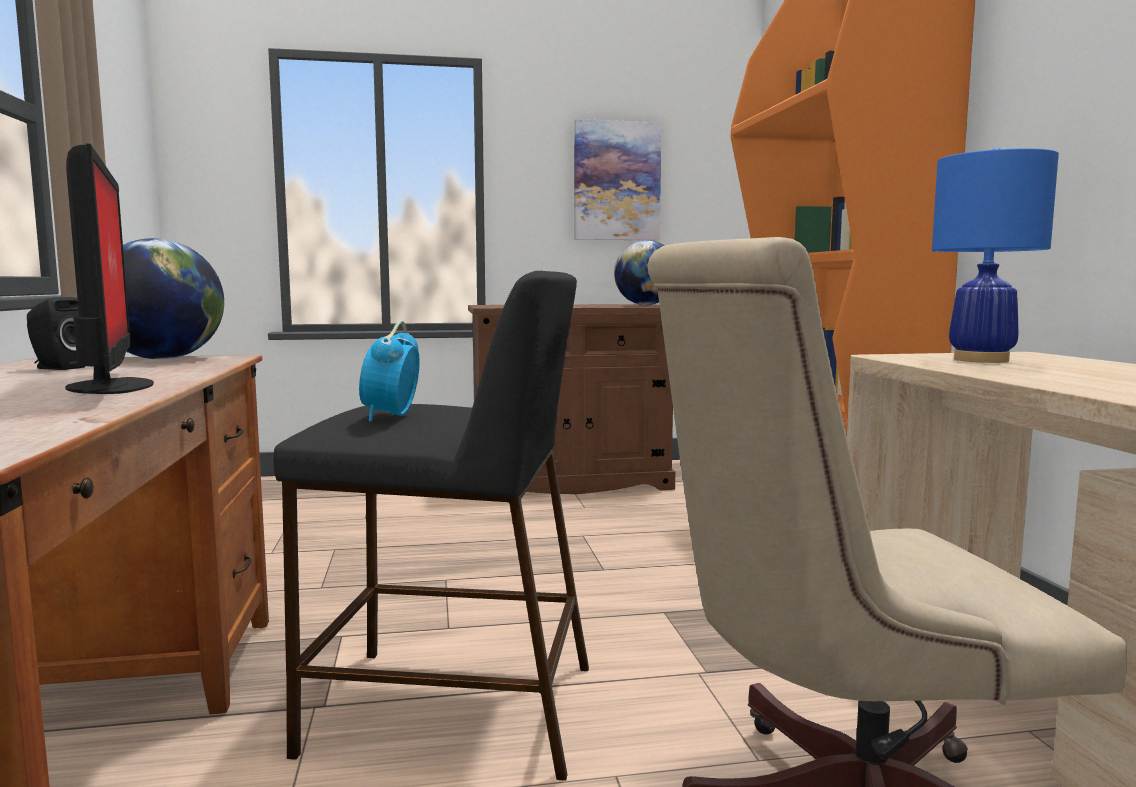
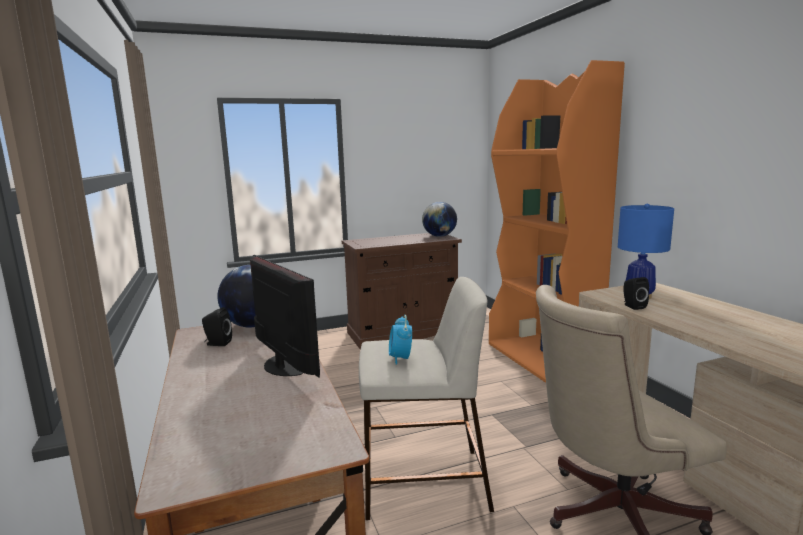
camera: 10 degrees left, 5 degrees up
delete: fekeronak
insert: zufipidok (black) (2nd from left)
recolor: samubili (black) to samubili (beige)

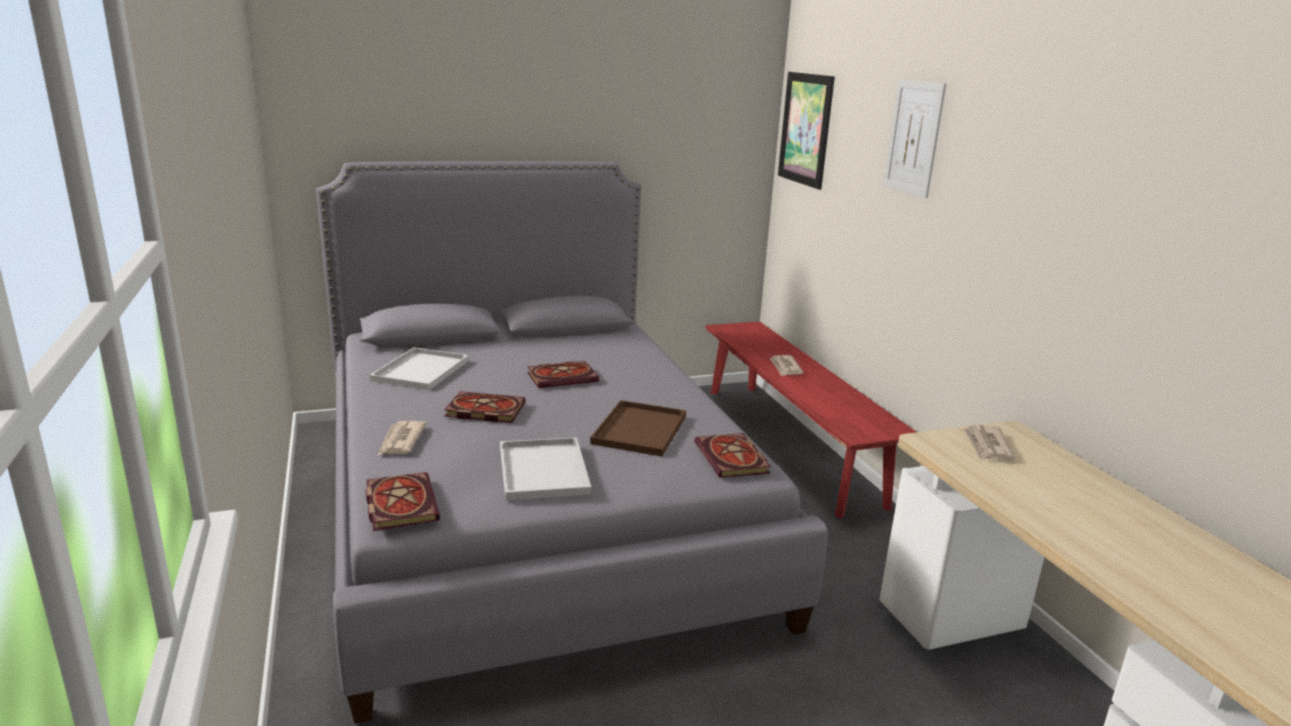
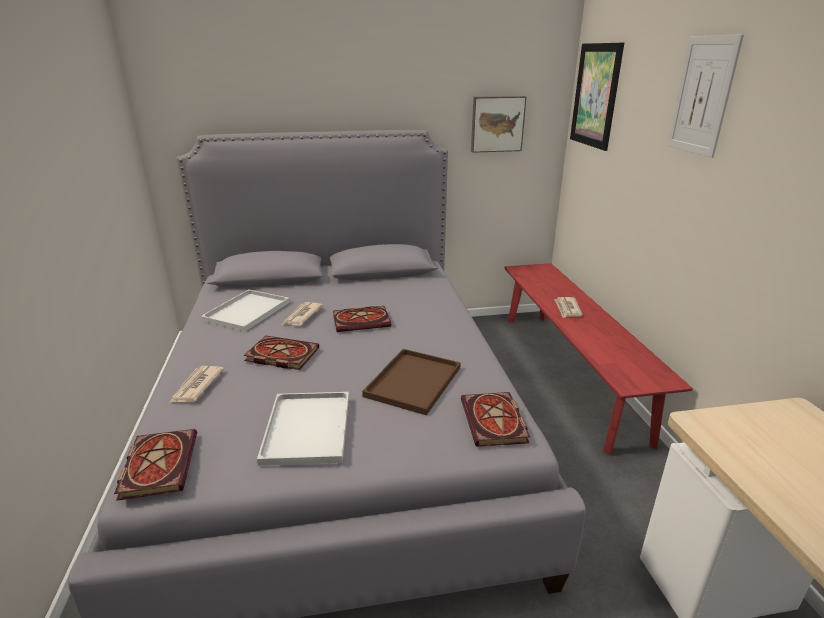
camera: 10 degrees right, 5 degrees up
insert: fekeronak (1st from left)
move: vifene (3rd from left in the first image) to vifene (2nd from left)

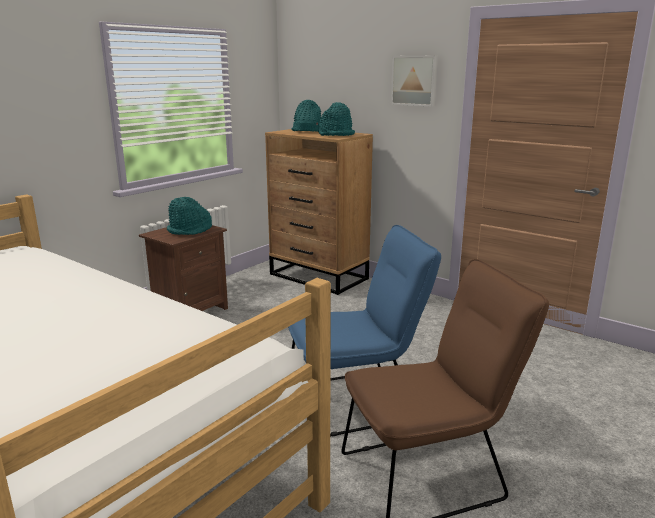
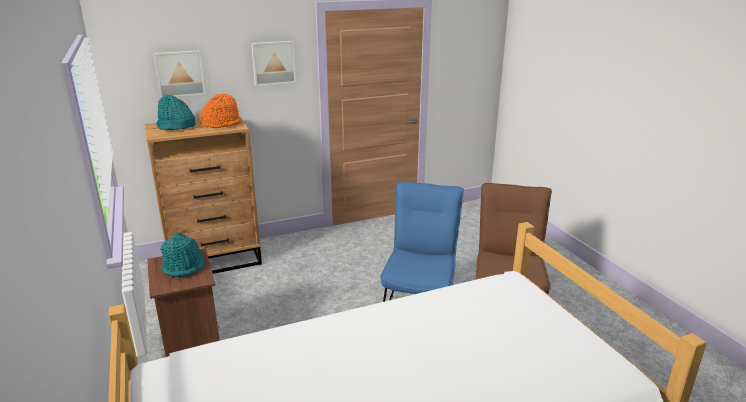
camera: 60 degrees left, 5 degrees up
insert: fekeronak (1st from left)
recolor: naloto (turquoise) (3rd from left) to naloto (orange)

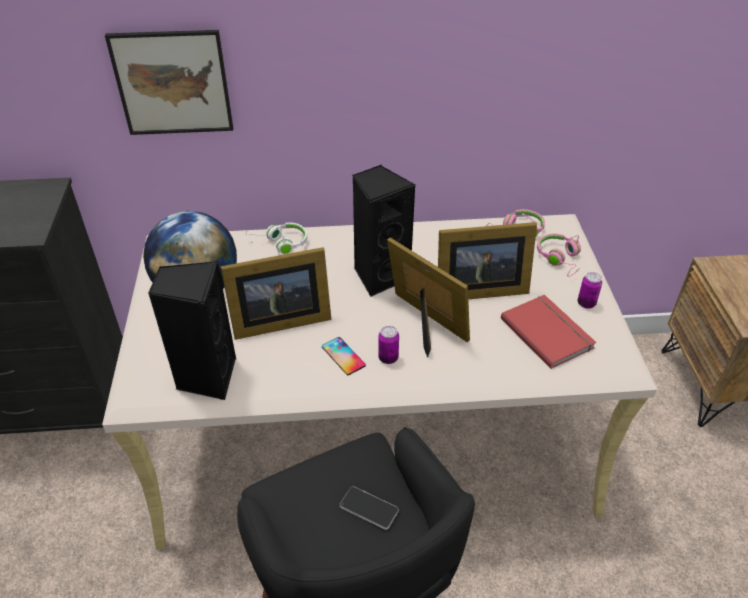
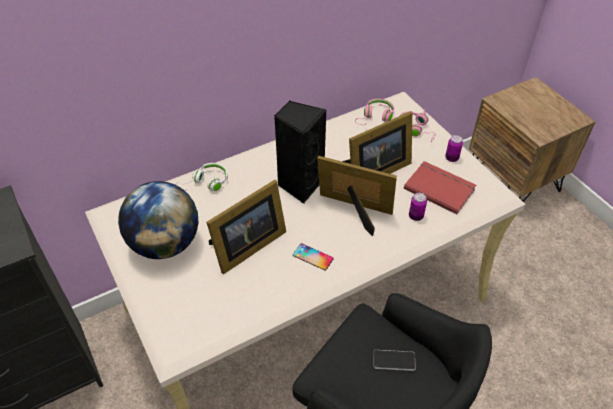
camera: 25 degrees left, 5 degrees up
delete: fekeronak; zufipidok (black) (1st from left)
move: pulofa (1st from left)

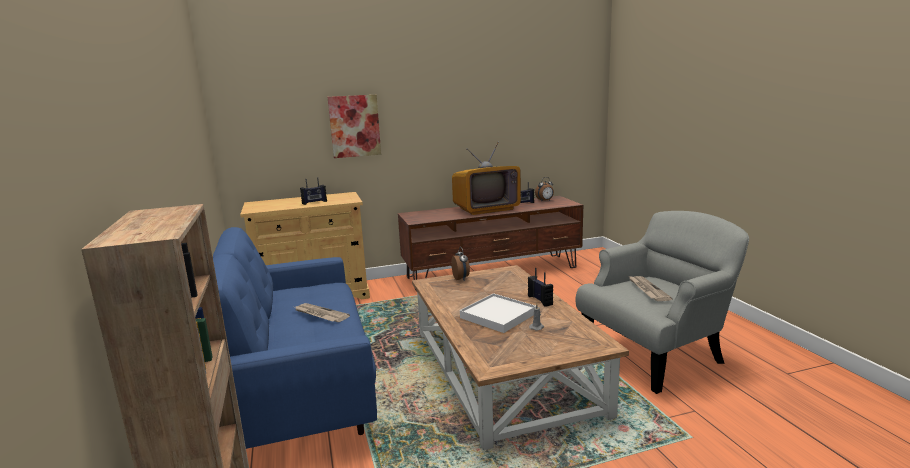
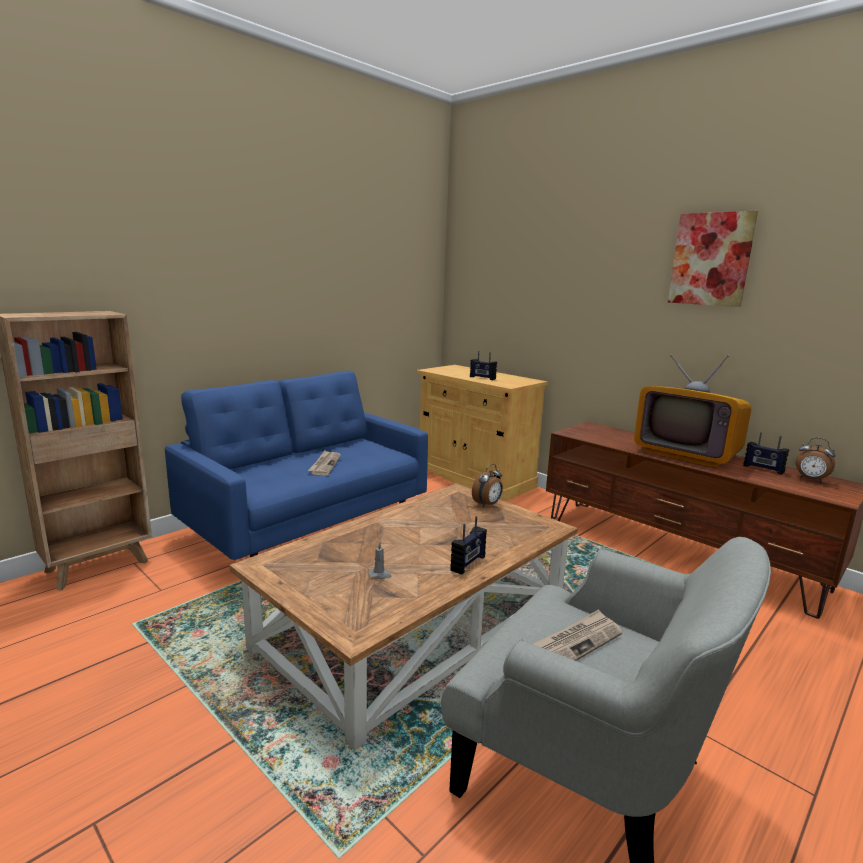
camera: 60 degrees right, 0 degrees up
delete: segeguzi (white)
move: fekeronak

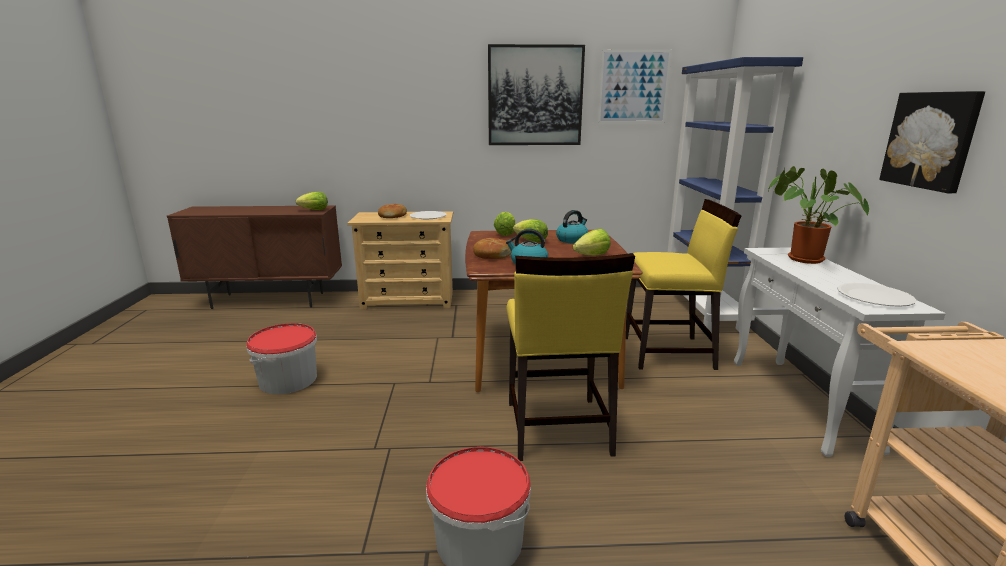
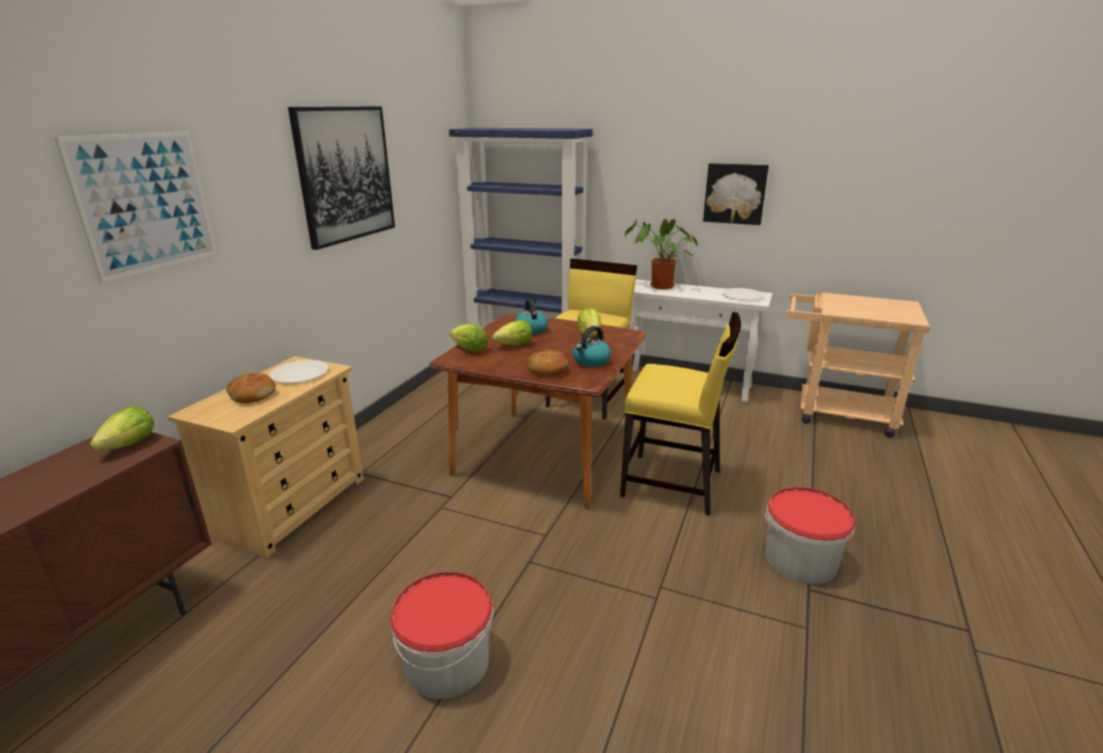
camera: 65 degrees left, 5 degrees up
move: fekeronak (2nd from left in the first image) to fekeronak (1st from left)

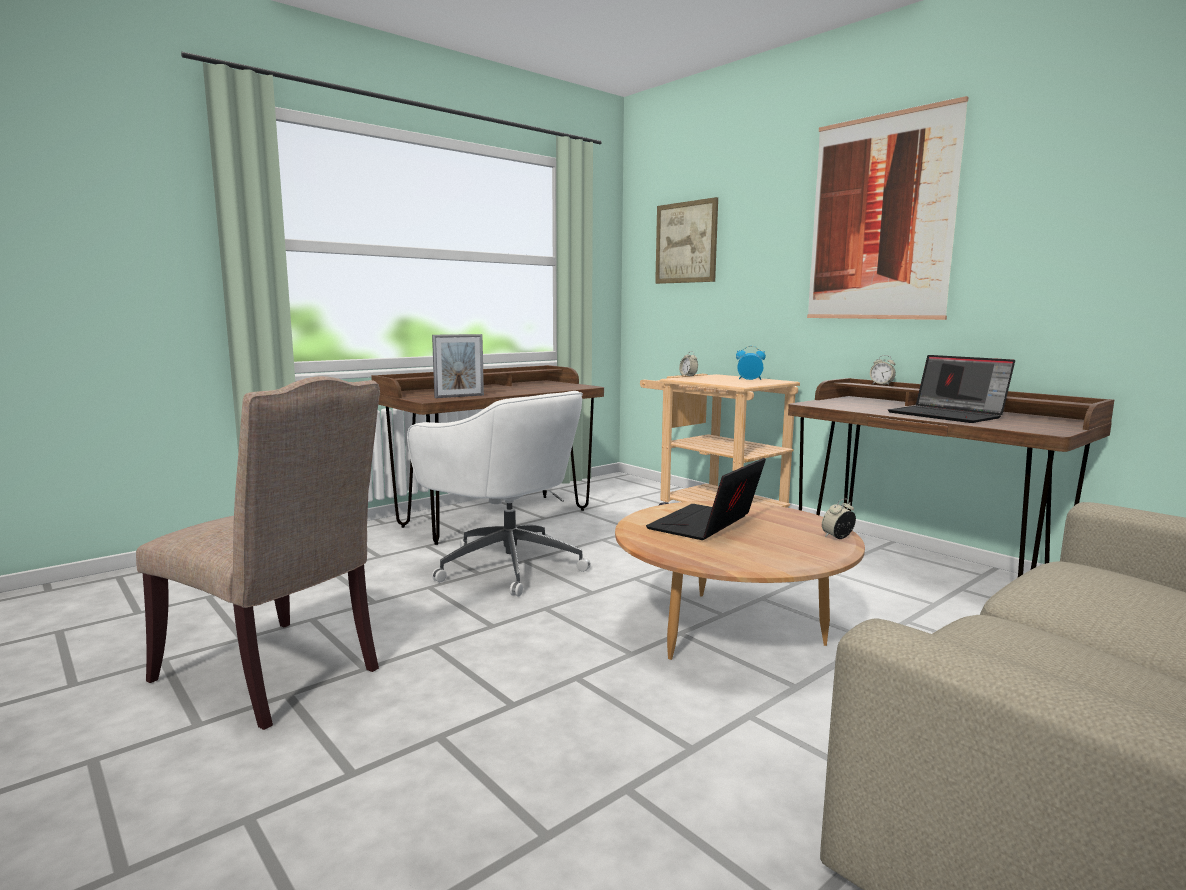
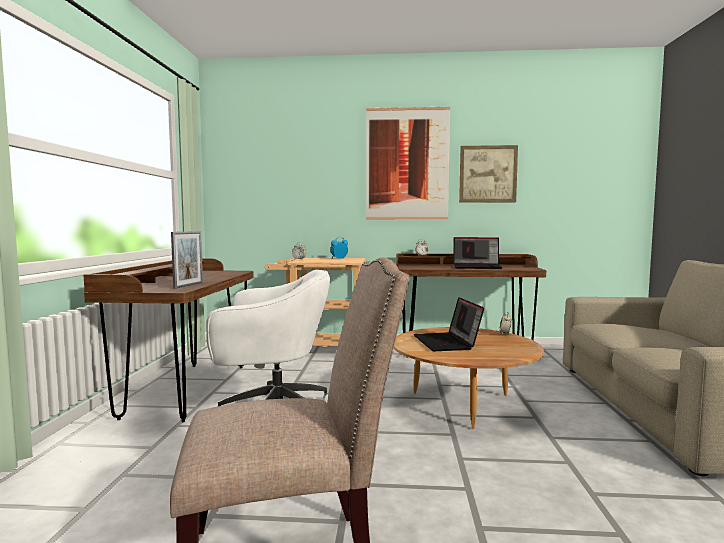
camera: 45 degrees left, 5 degrees down
move: fekeronak (1st from left in the first image) to fekeronak (2nd from left)

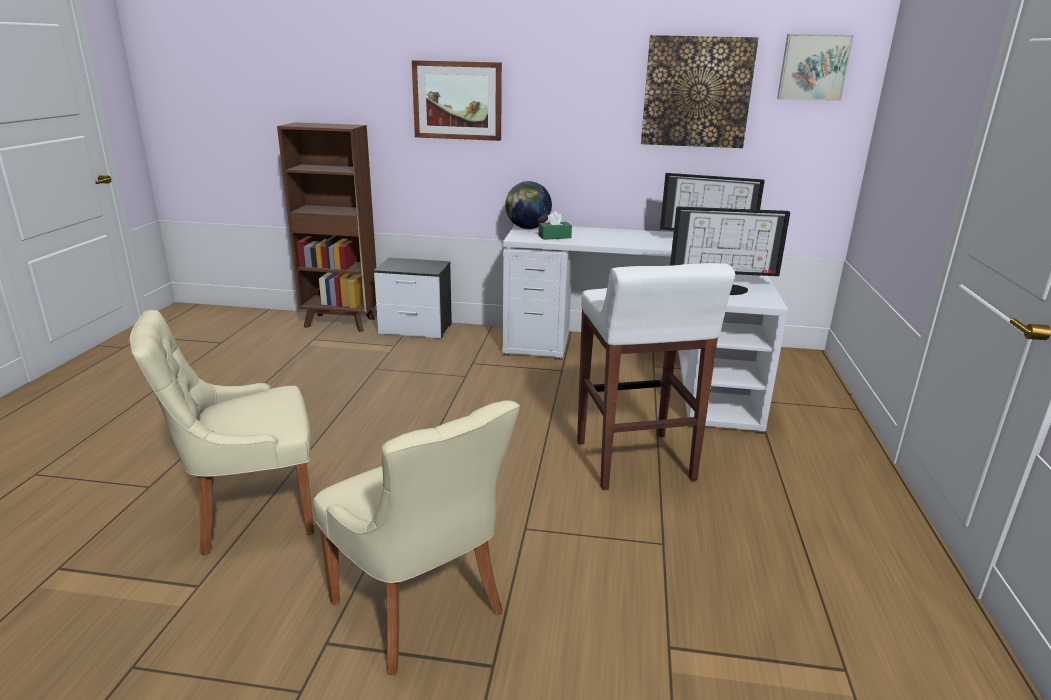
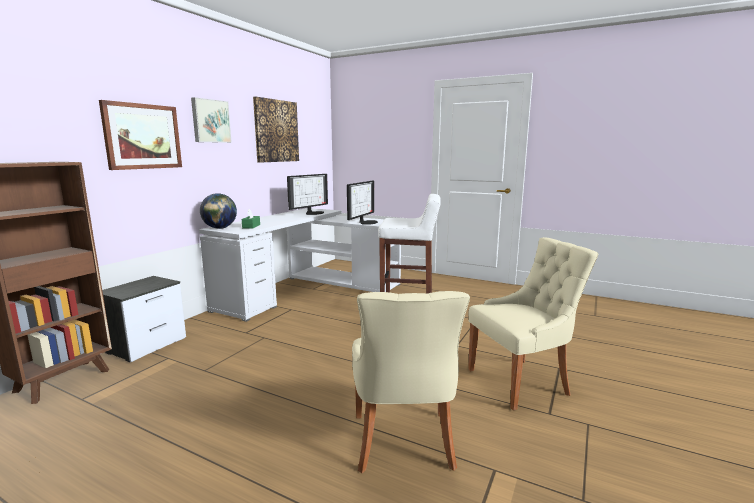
camera: 70 degrees left, 10 degrees down
move: fekeronak (3rd from left in the first image) to fekeronak (2nd from left)

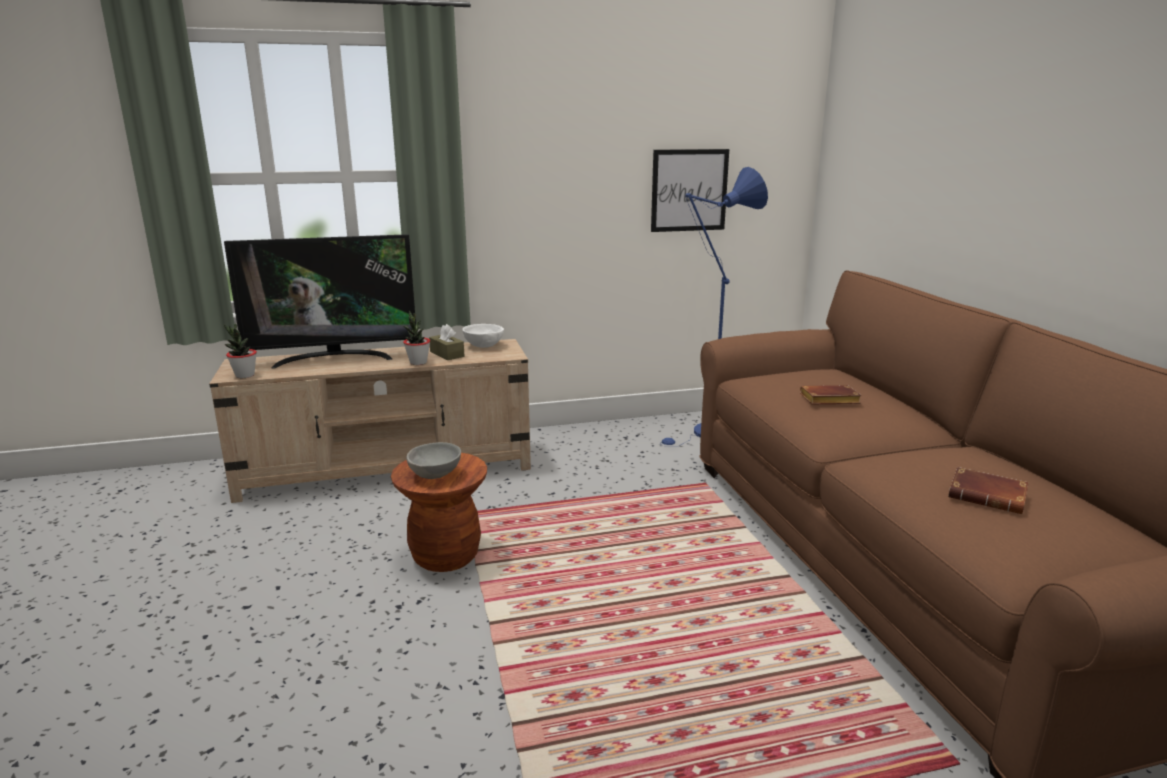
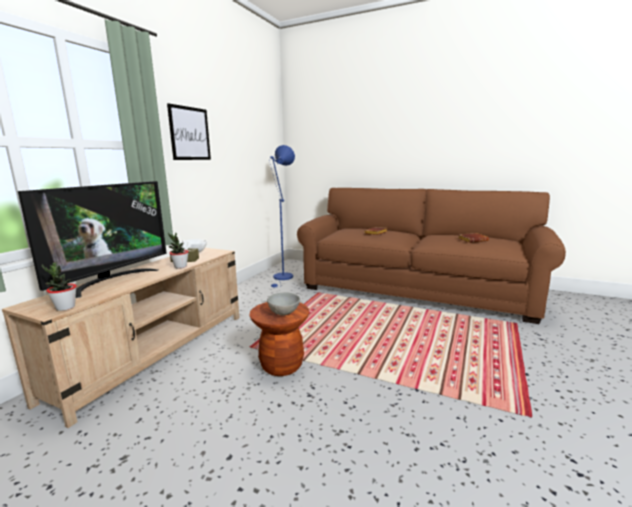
camera: 50 degrees left, 5 degrees down
move: fekeronak

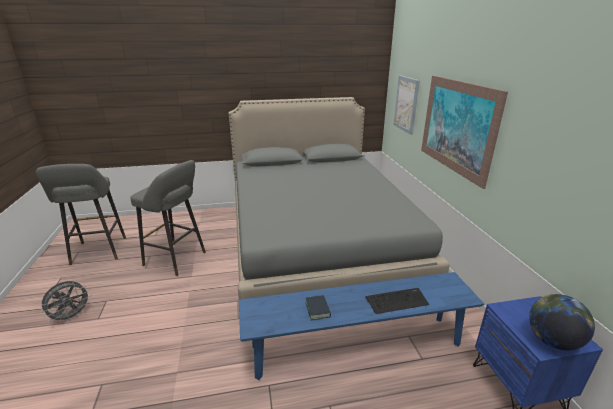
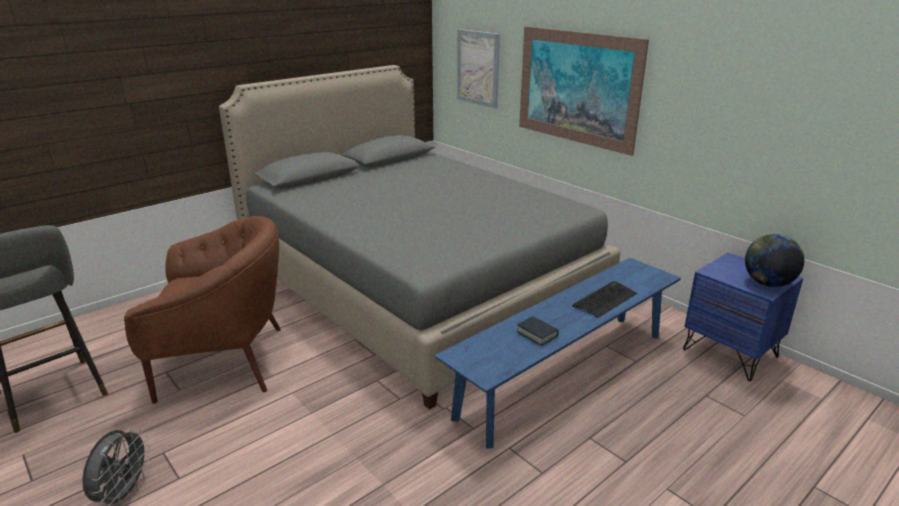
camera: 30 degrees left, 0 degrees up
replace: samubili (grey) (2nd from left) to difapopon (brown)

